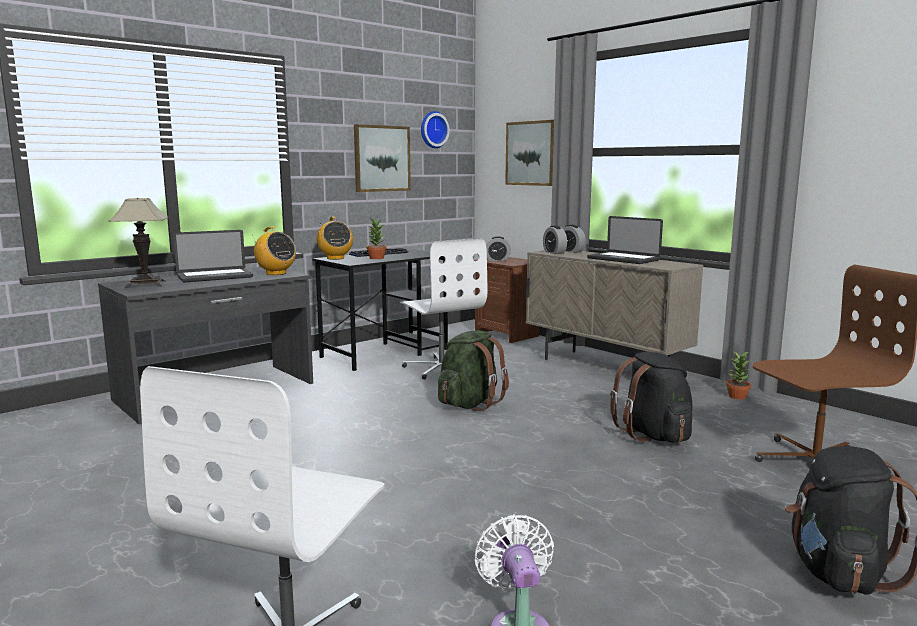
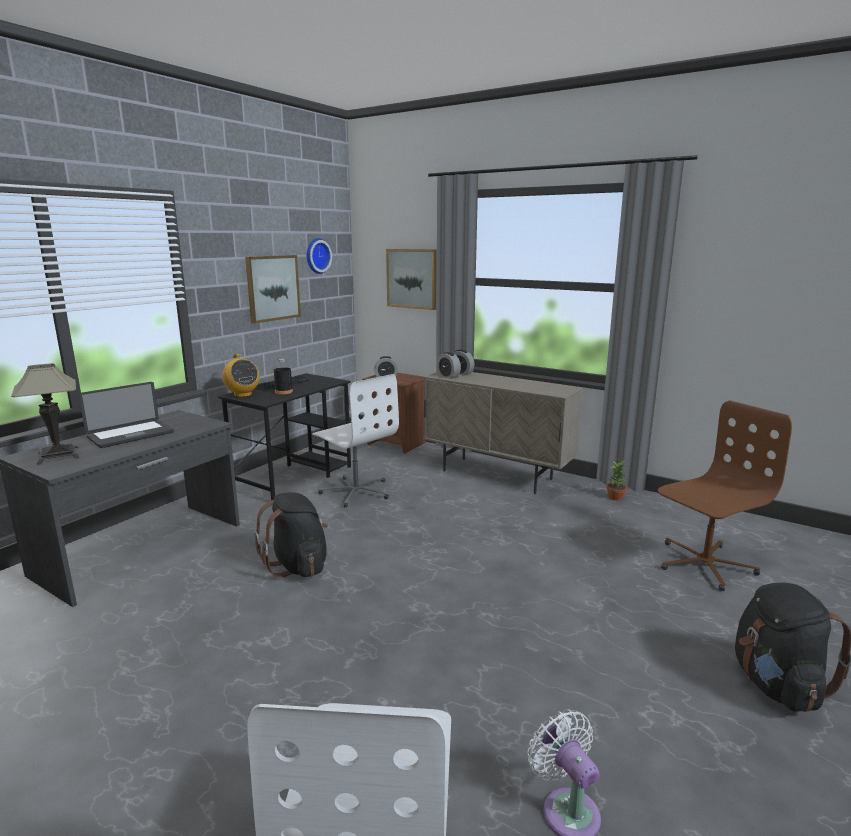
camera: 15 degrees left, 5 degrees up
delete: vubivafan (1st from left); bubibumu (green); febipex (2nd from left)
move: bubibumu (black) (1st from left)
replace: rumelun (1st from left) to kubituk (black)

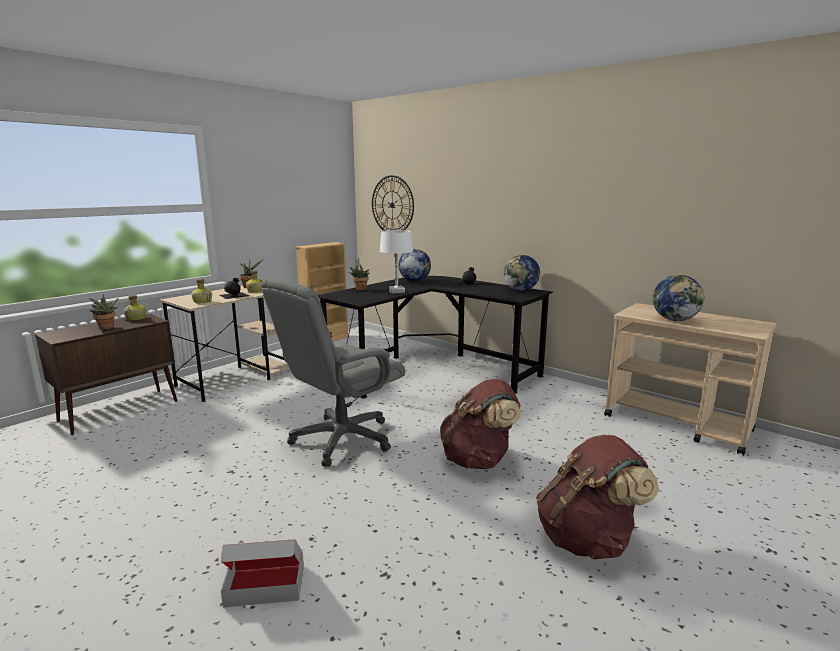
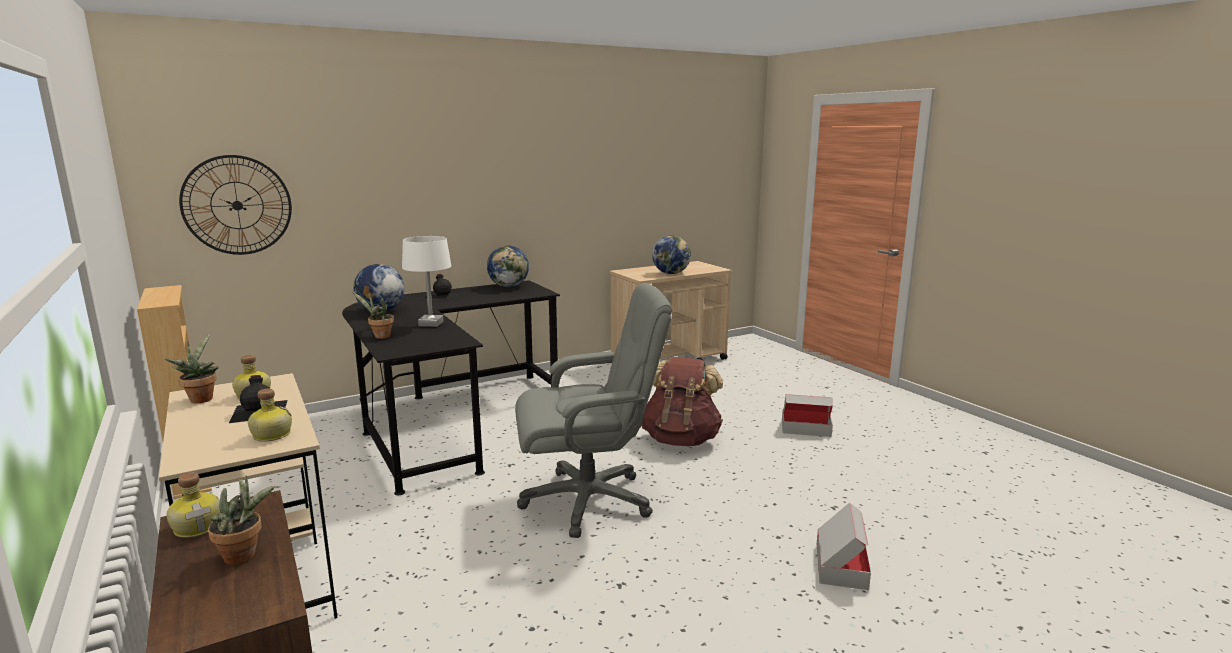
camera: 70 degrees left, 0 degrees up
replace: bubibumu (brown) (2nd from left) to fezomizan (1st from left)
rotate: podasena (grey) 75 degrees counterclockwise

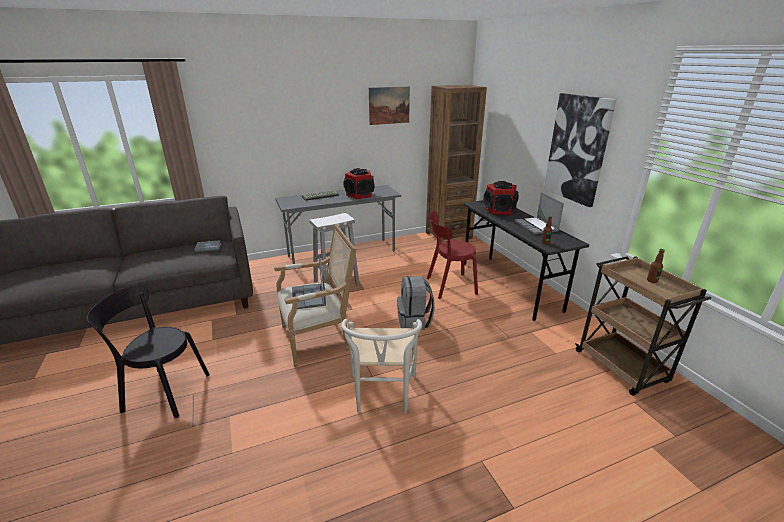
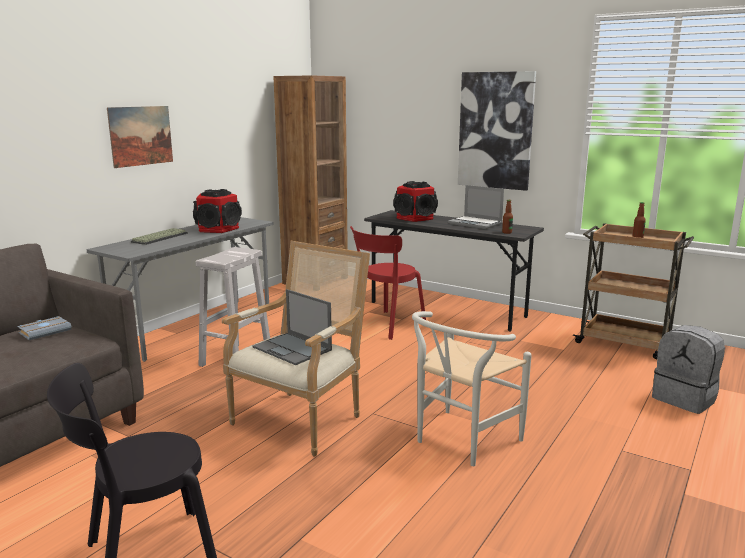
camera: 35 degrees left, 10 degrees down
move: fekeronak (1st from left); bubibumu (grey)
rotate: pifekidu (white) 75 degrees clockwise

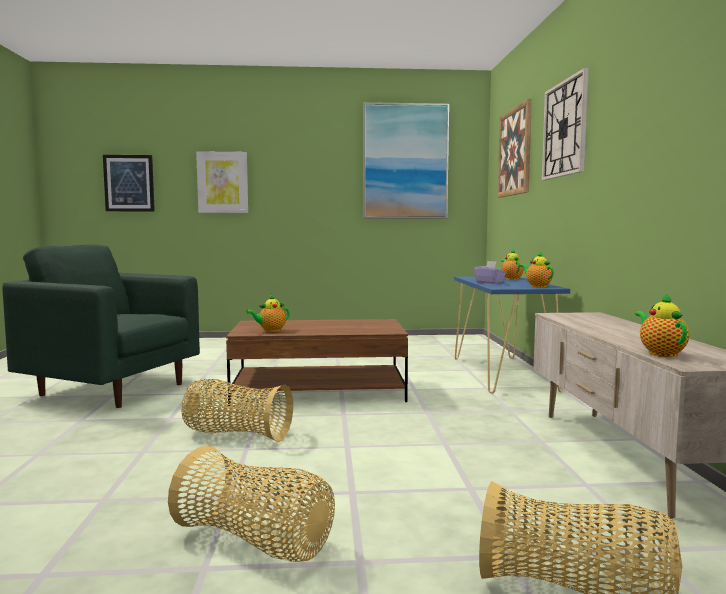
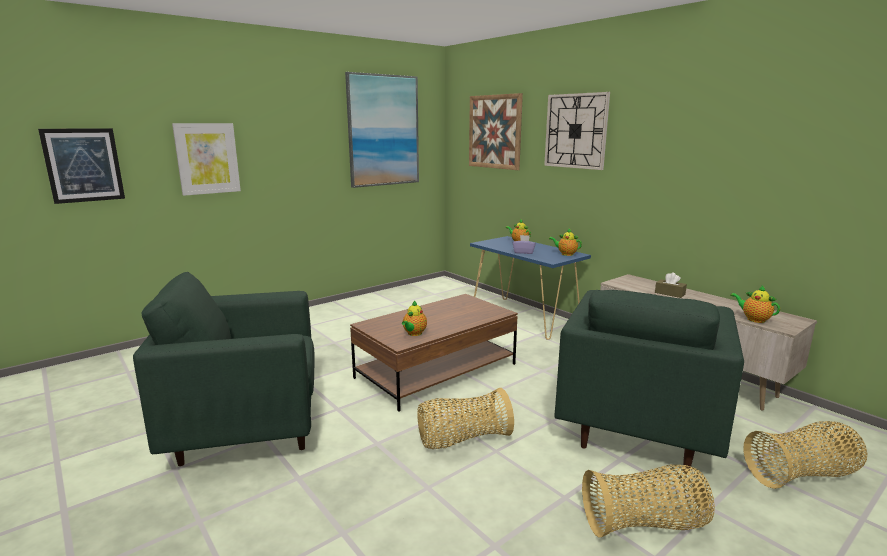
camera: 35 degrees left, 10 degrees up
insert: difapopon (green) (2nd from left); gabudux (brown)

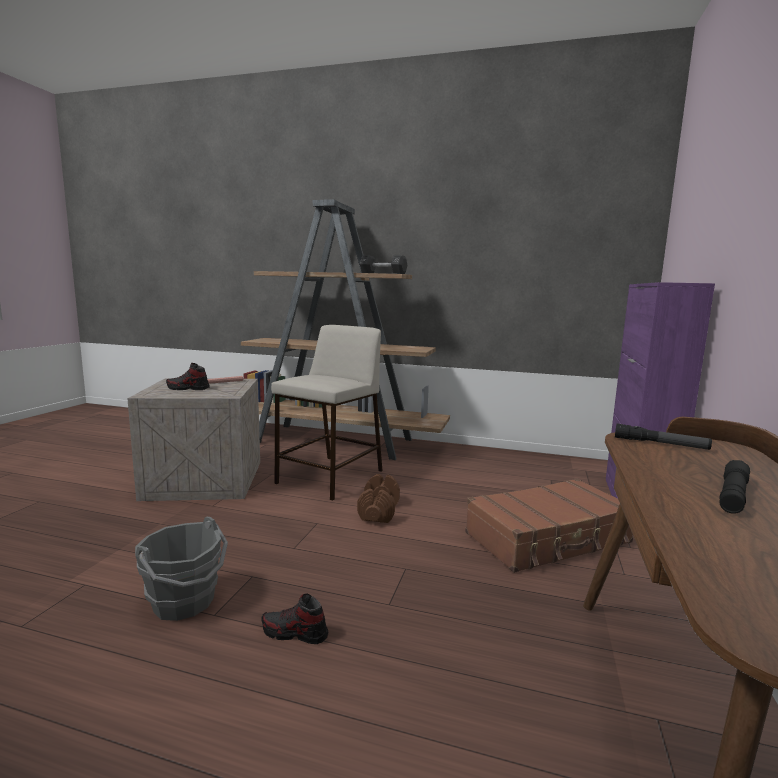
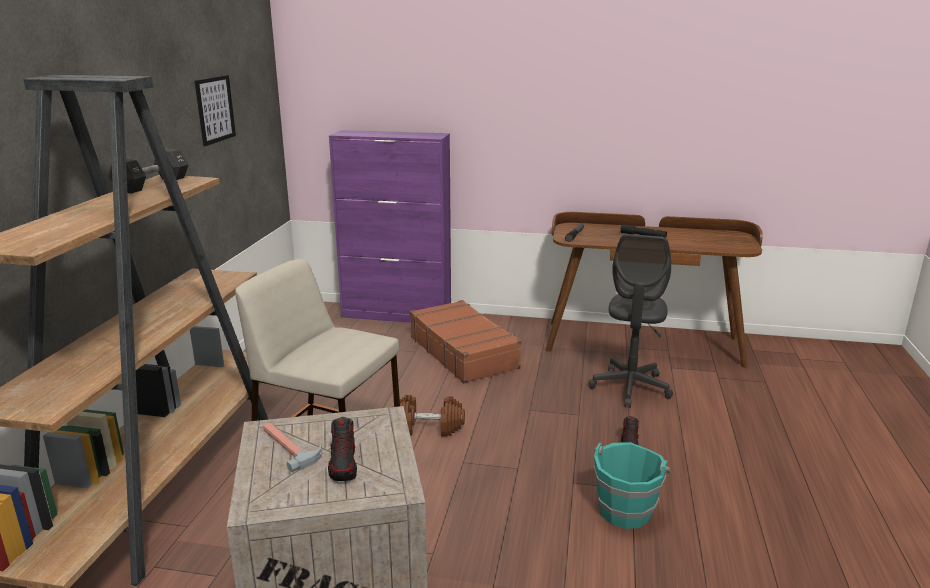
camera: 95 degrees left, 10 degrees up
insert: fekeronak; podasena (grey)
recolor: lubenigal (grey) to lubenigal (turquoise)

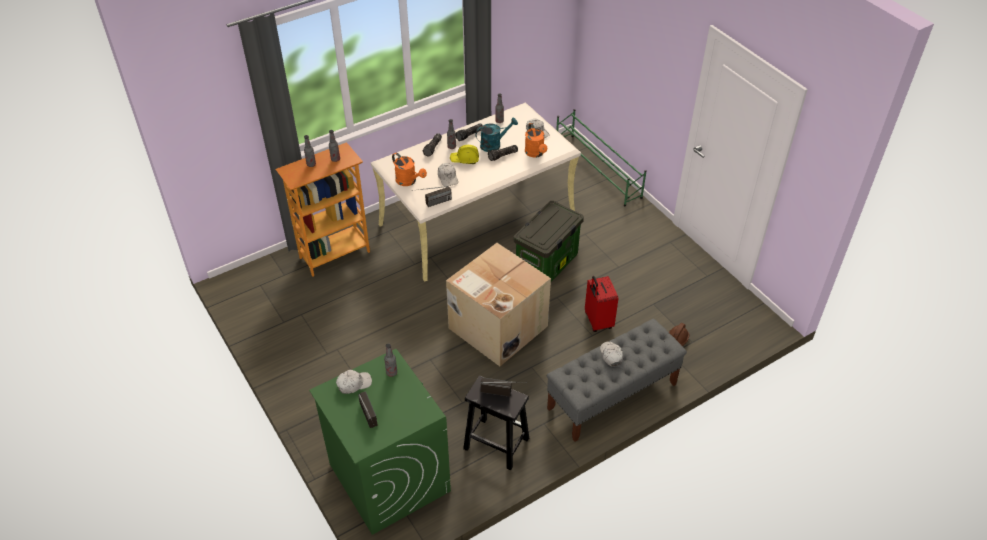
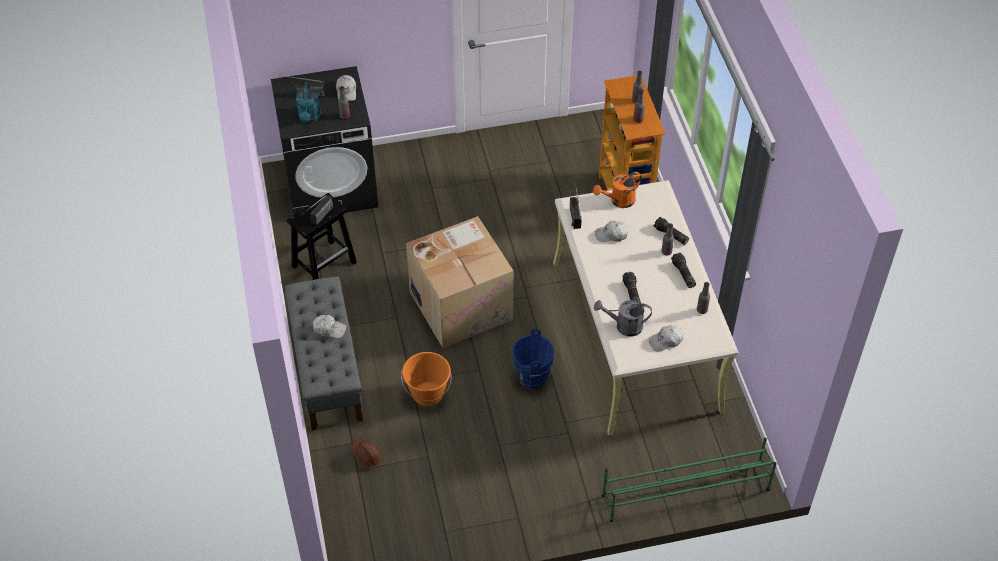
camera: 110 degrees right, 5 degrees up
delete: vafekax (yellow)
move: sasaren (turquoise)
replace: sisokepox to lubenigal (blue); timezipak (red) to lubenigal (orange)
recolor: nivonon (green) to nivonon (black); sasaren (orange) (2nd from left) to sasaren (grey)

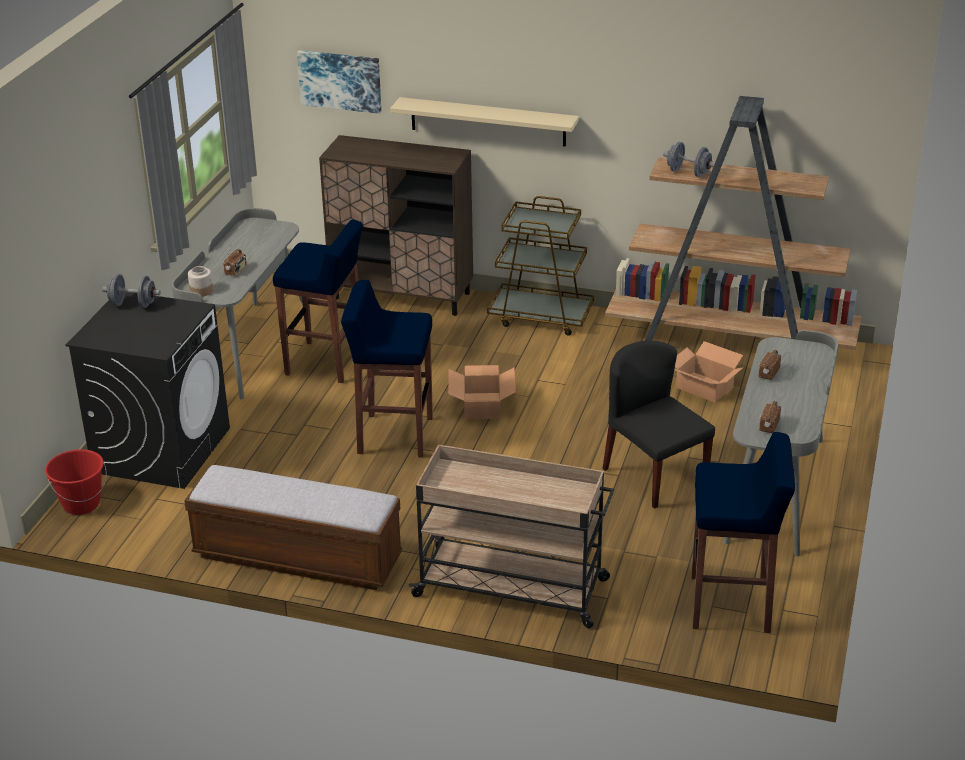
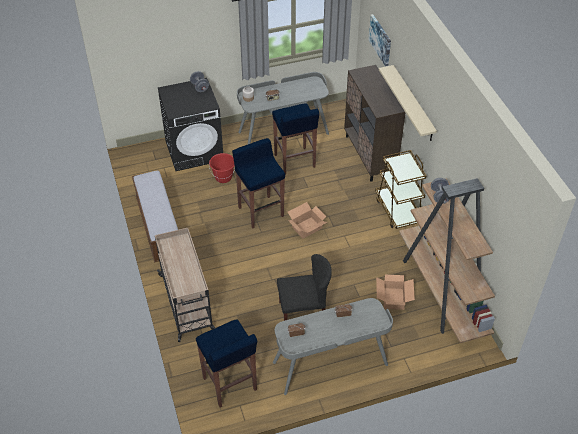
camera: 55 degrees right, 15 degrees up
move: lubenigal (red)
rotate: pifekidu (black) 60 degrees clockwise

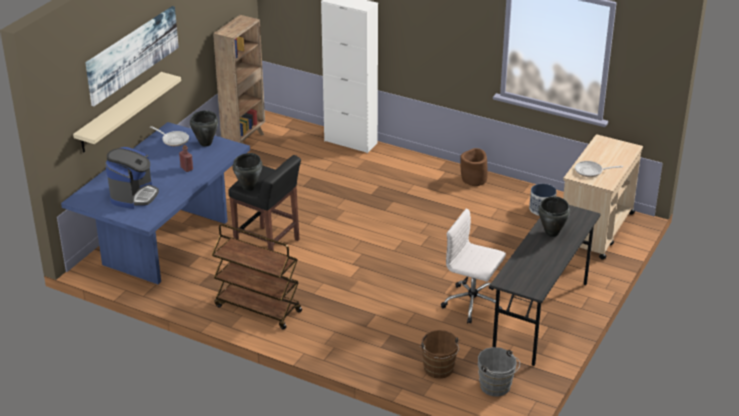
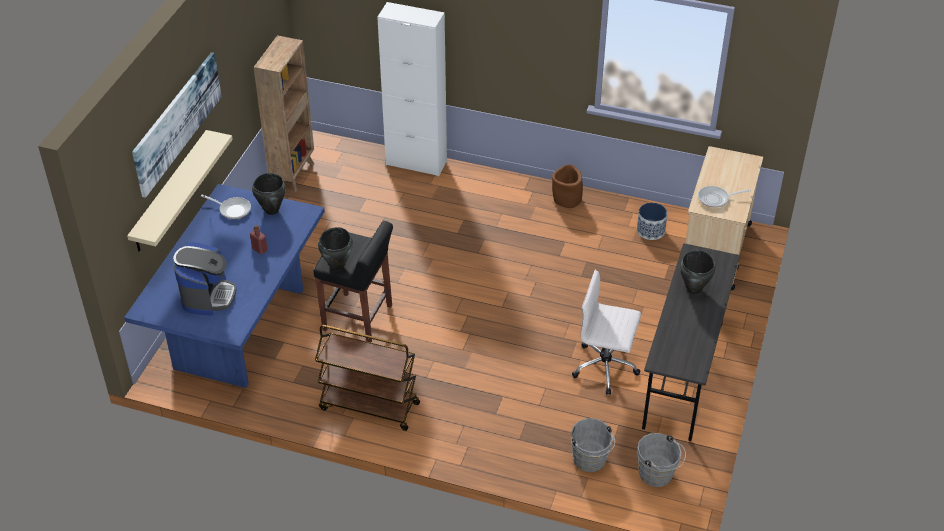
camera: 10 degrees left, 10 degrees up
recolor: lubenigal (brown) to lubenigal (grey) (1st from left)

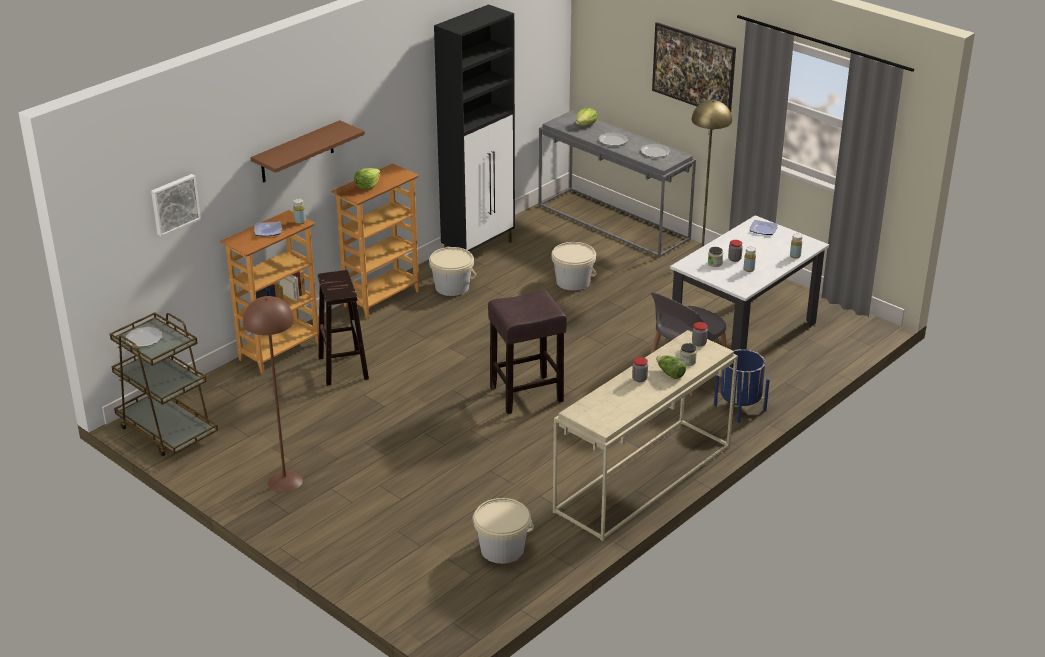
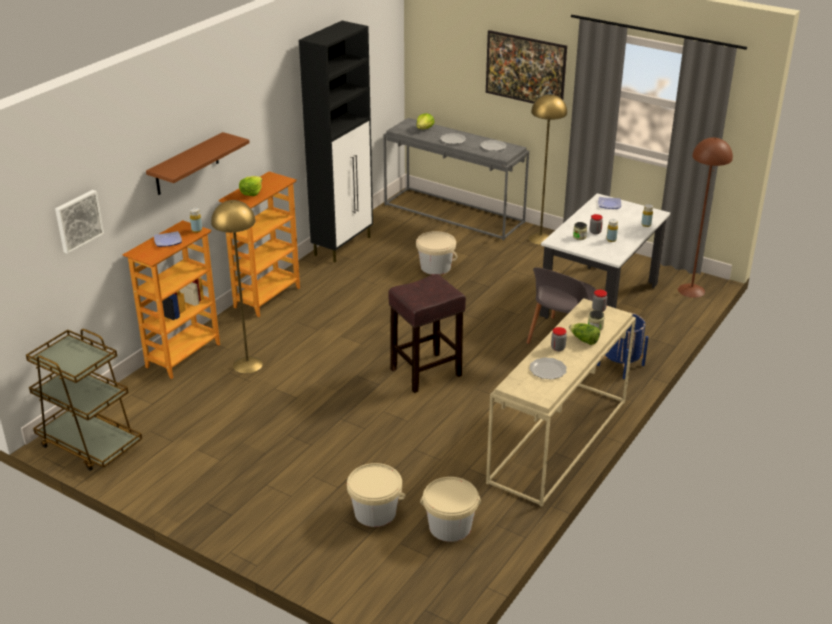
camera: 10 degrees left, 0 degrees up
move: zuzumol (1st from left in the first image) to zuzumol (4th from left); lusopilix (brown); lubenigal (beige) (1st from left)
replace: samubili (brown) (1st from left) to lusopilix (yellow) (1st from left)

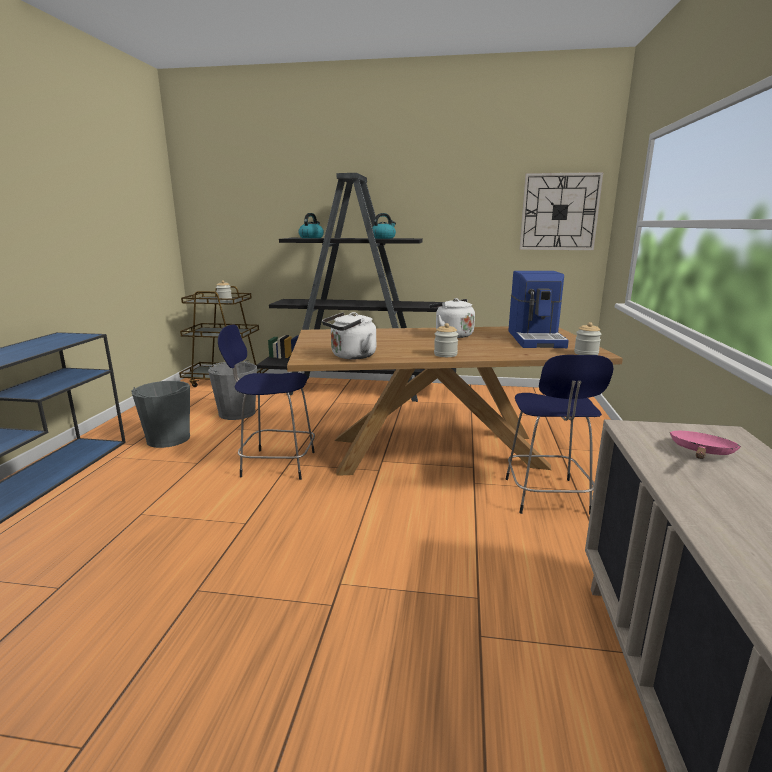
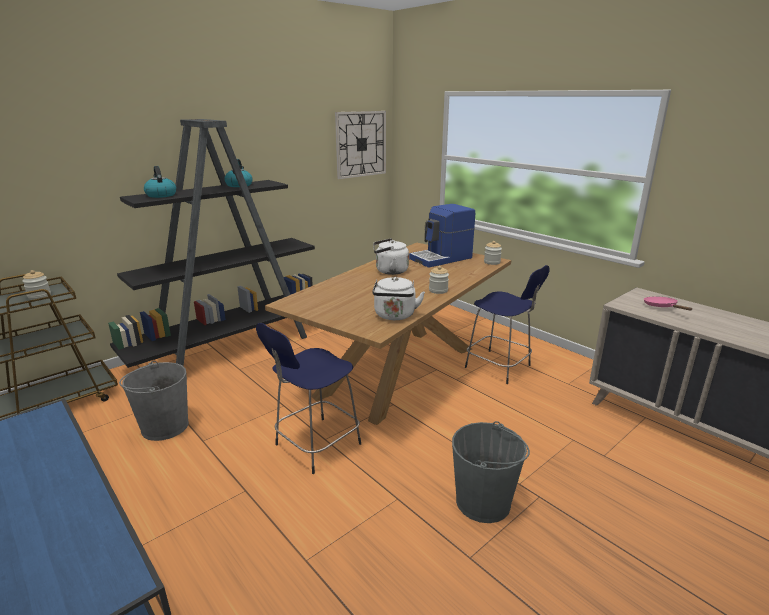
camera: 50 degrees left, 5 degrees up
move: lubenigal (grey) (1st from left in the first image) to lubenigal (grey) (2nd from left)
rotate: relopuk 105 degrees clockwise

